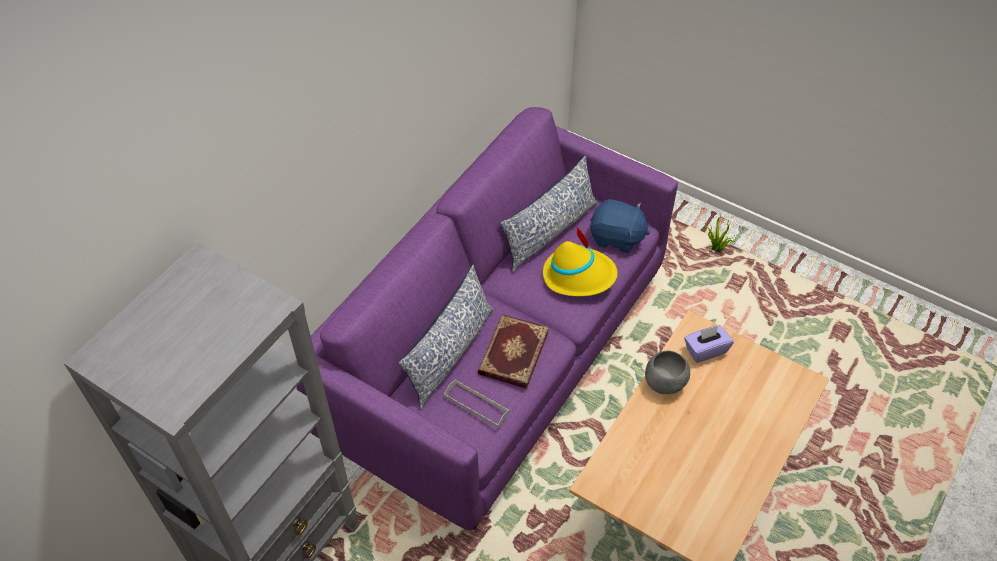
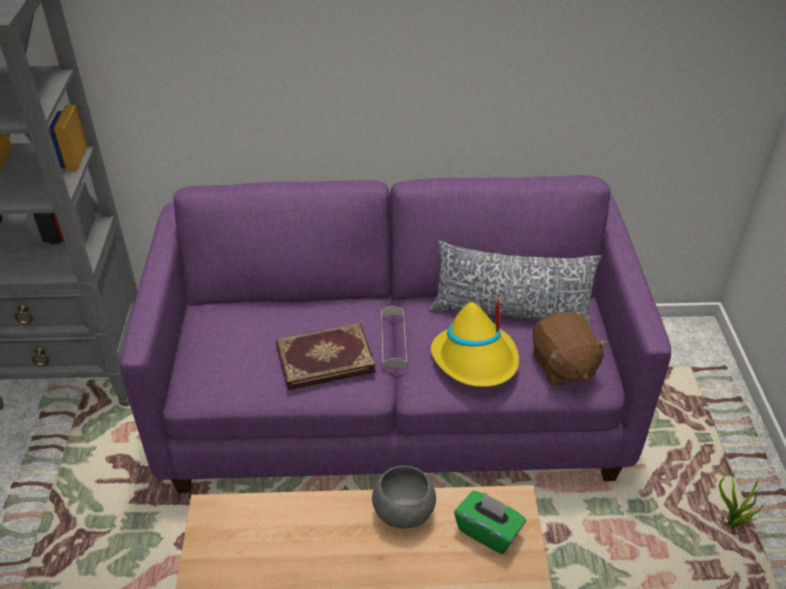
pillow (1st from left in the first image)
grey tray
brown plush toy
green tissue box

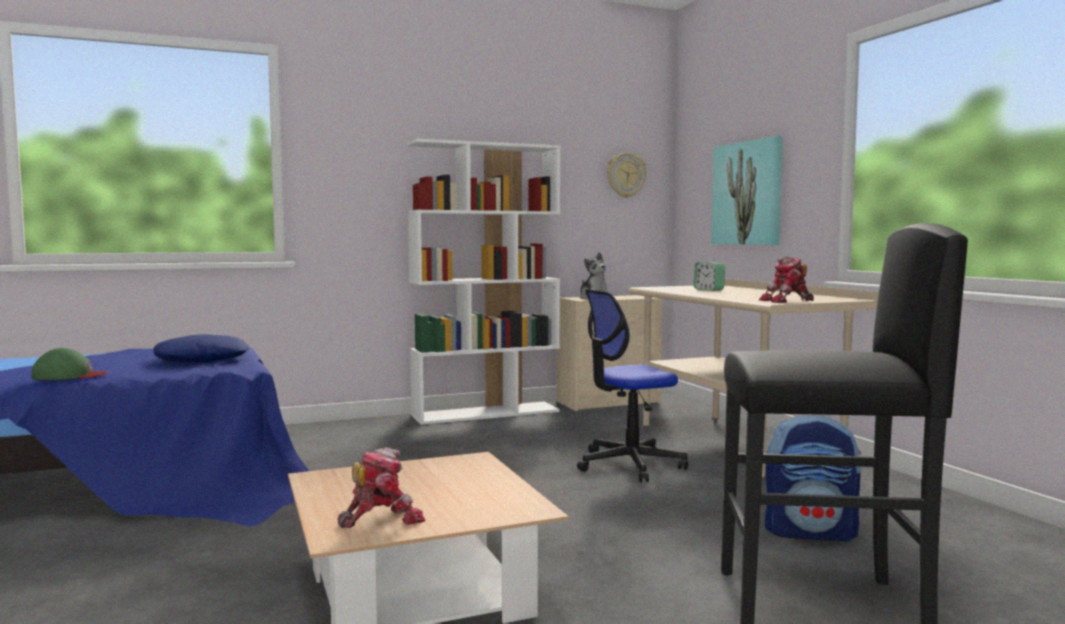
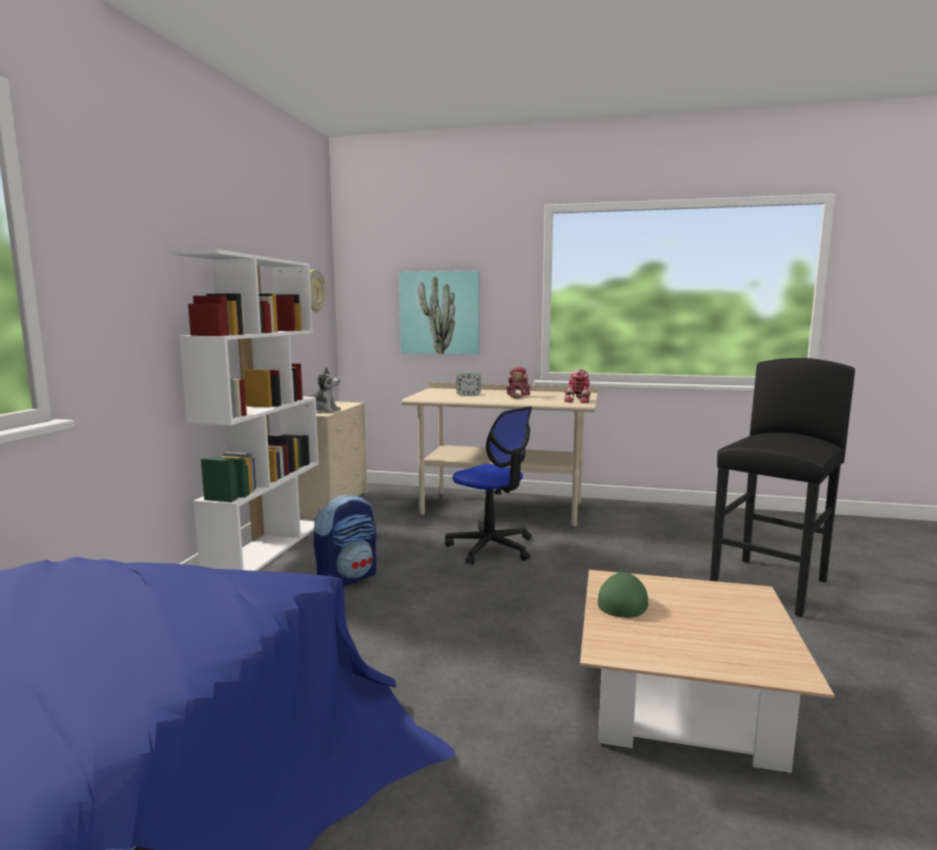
blue pillow
green cap
toy robot (1st from left)
backpack
office chair

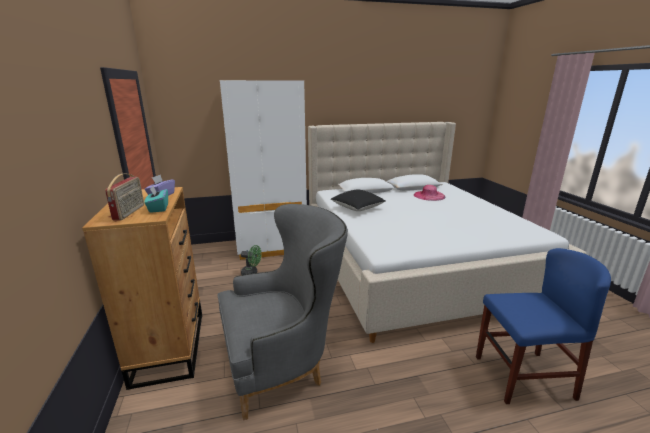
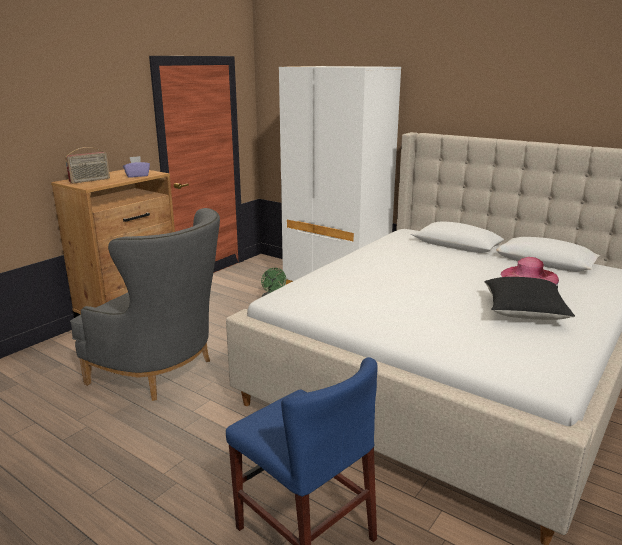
turquoise tissue box
black pillow

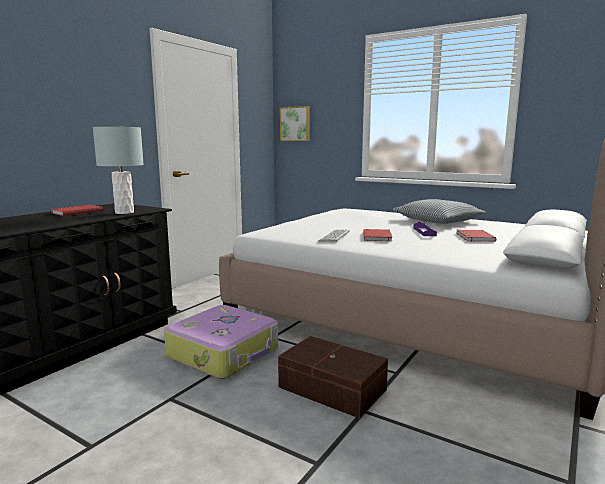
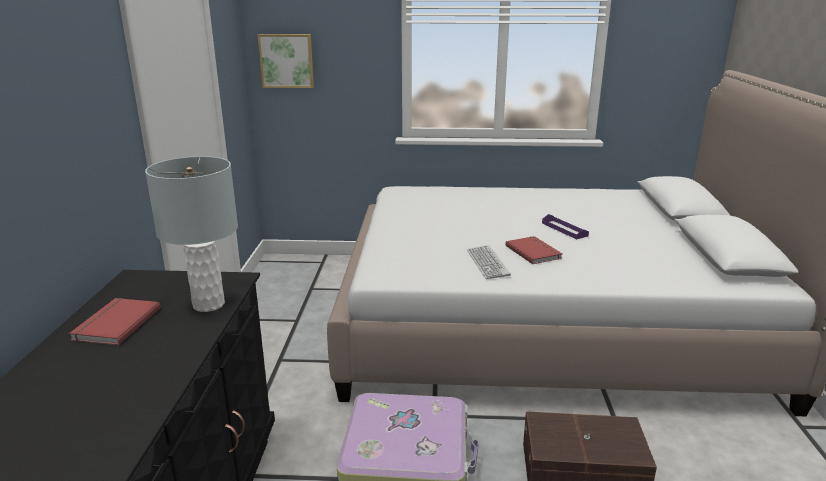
pillow
red book (3rd from left in the first image)

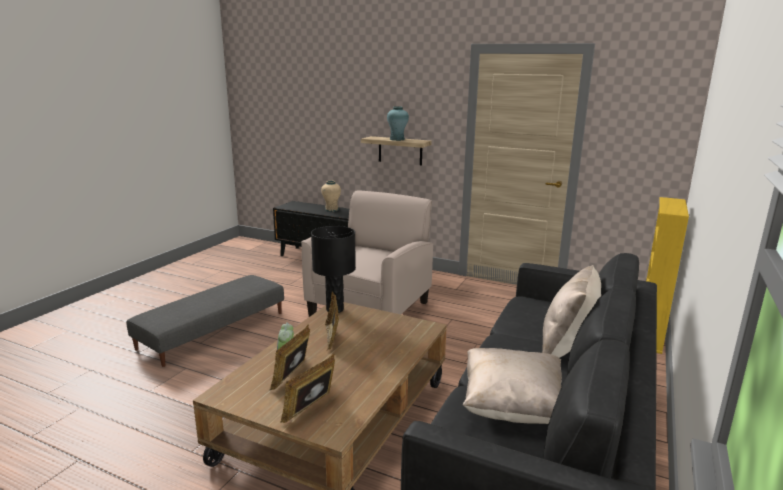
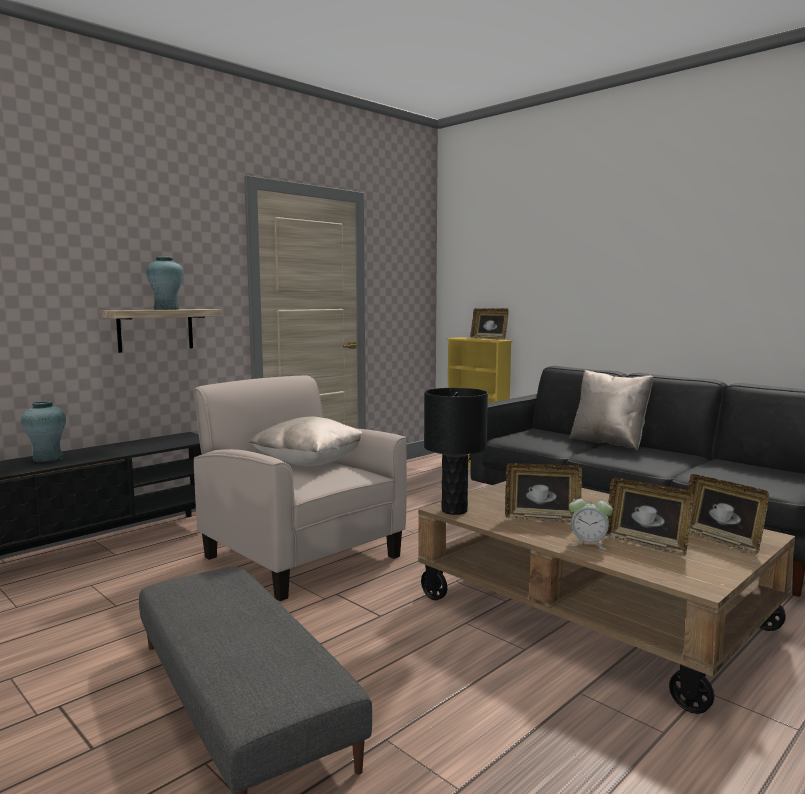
picture frame (1st from left)
beige pillow (1st from left)
turquoise vase (1st from left)

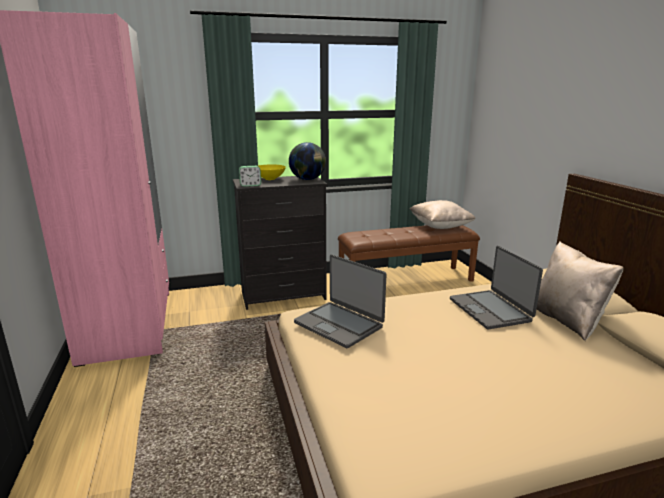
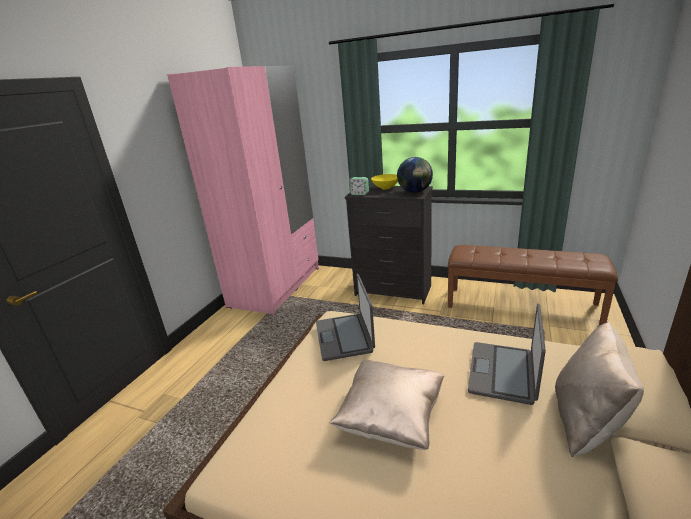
beige pillow (1st from left)

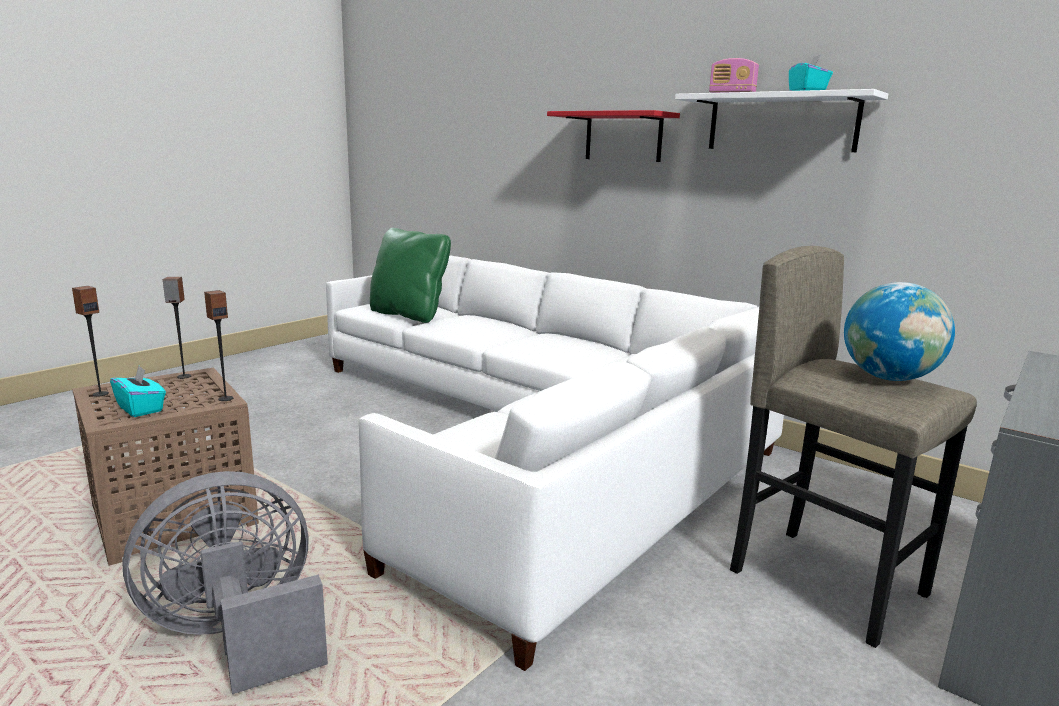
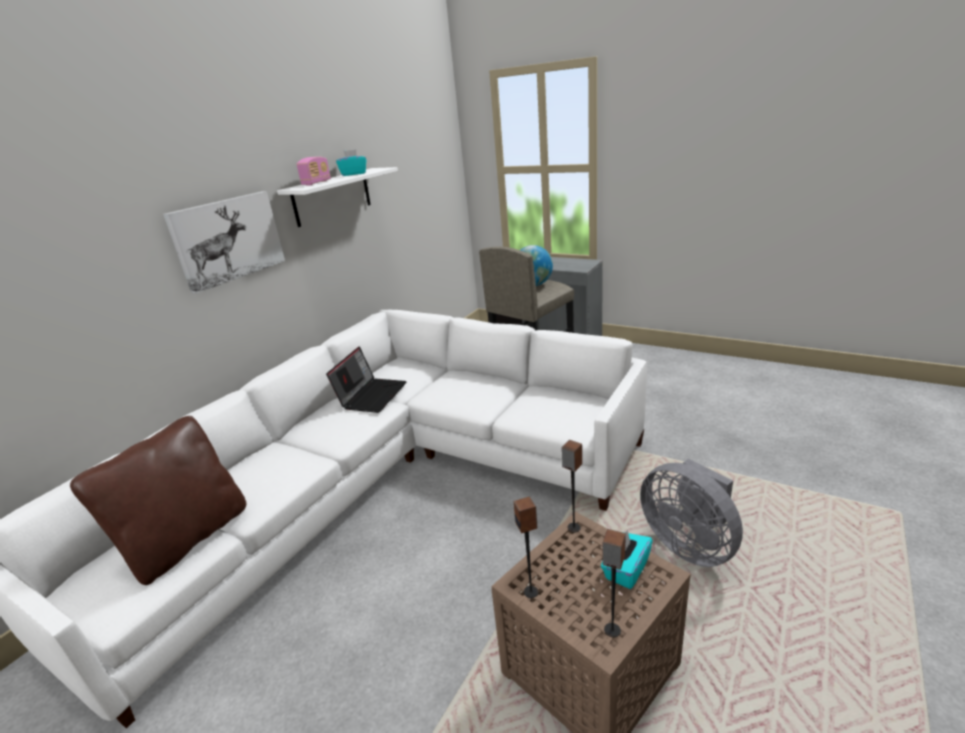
laptop
picture
brown pillow

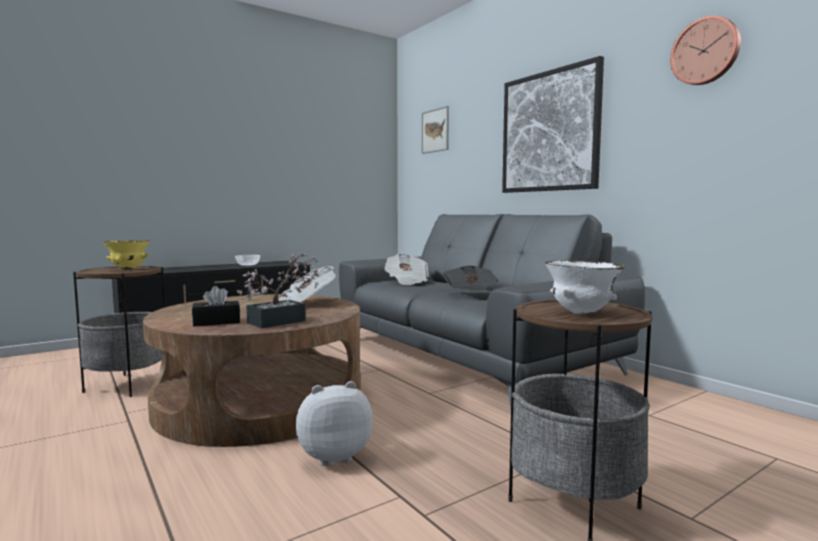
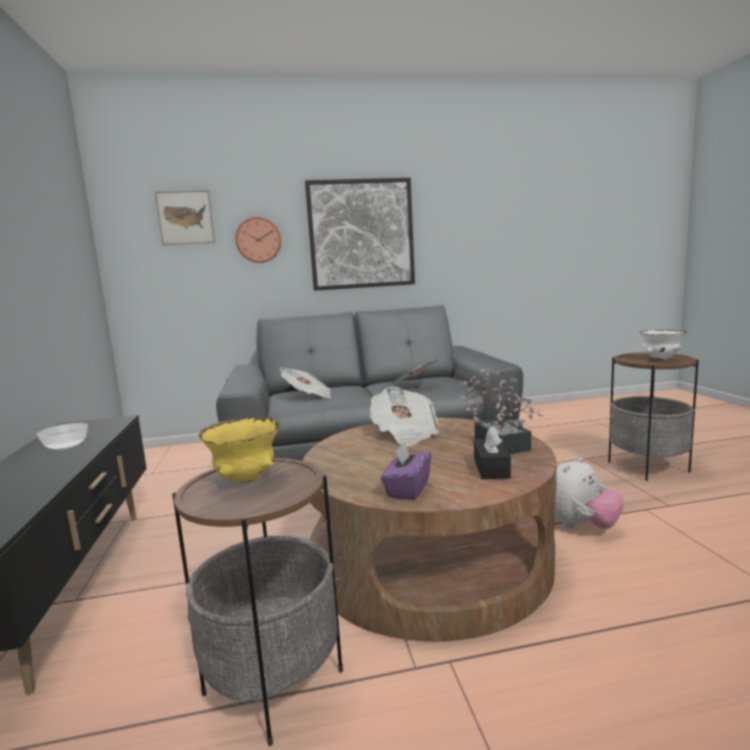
purple tissue box
wall clock
plush toy

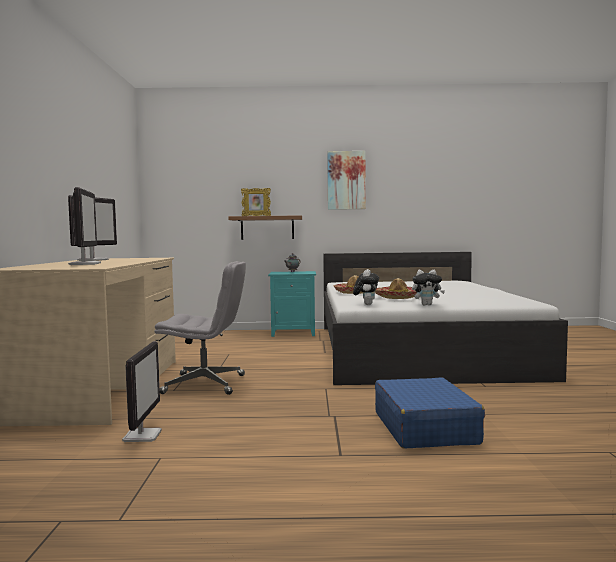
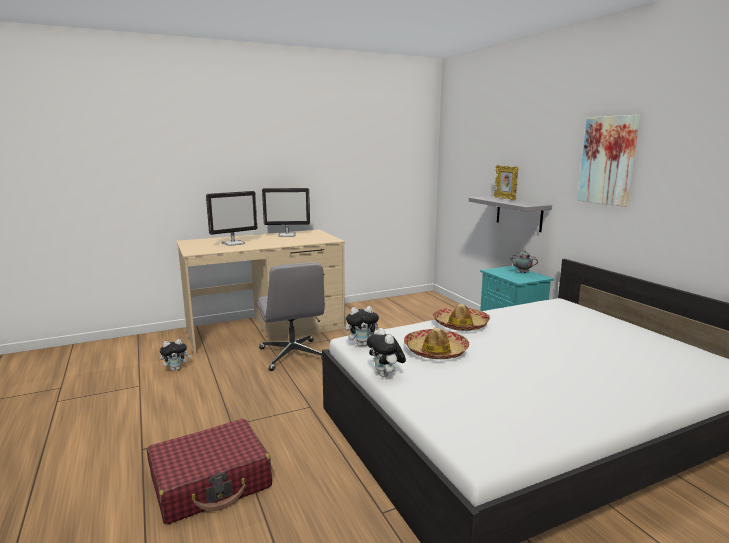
plush toy (1st from left)
grey shelf
red suitcase

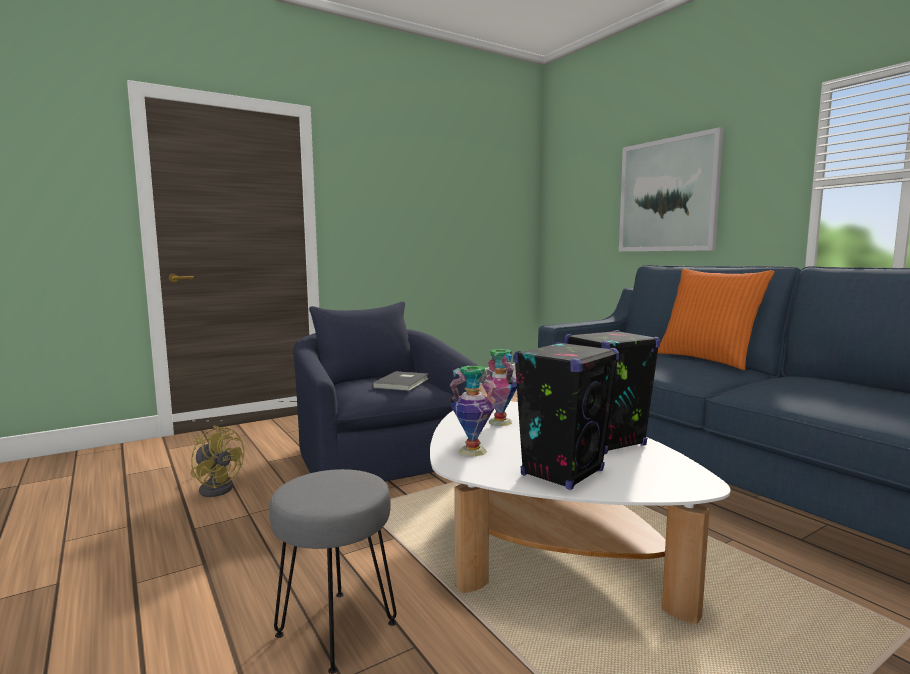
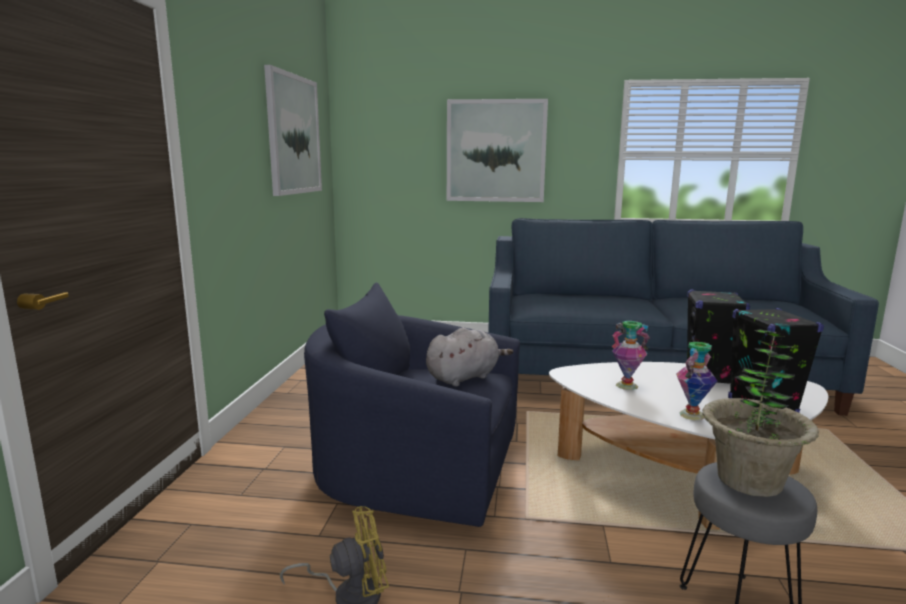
orange pillow
picture (1st from left)
potted plant
grey plush toy

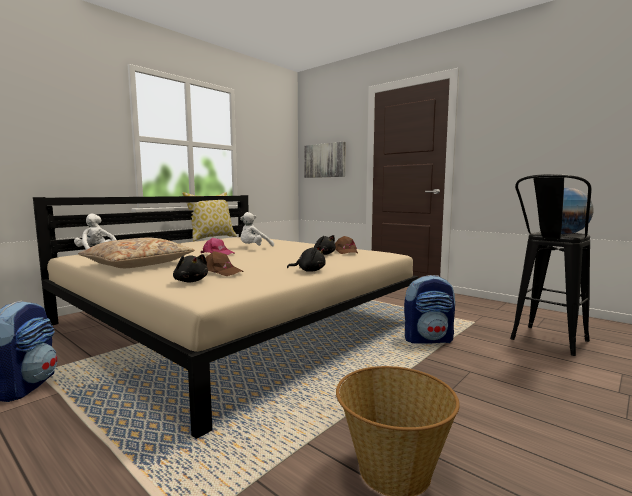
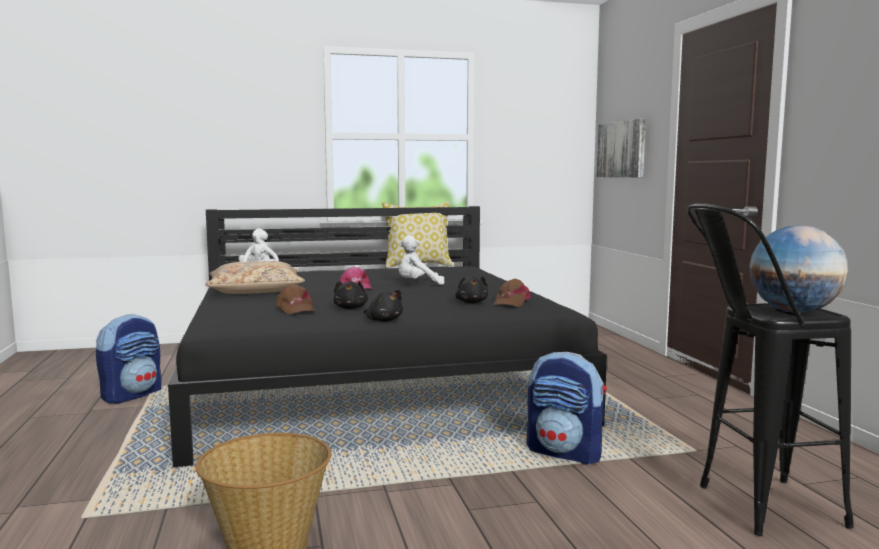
black plush toy (1st from left)
black bed

